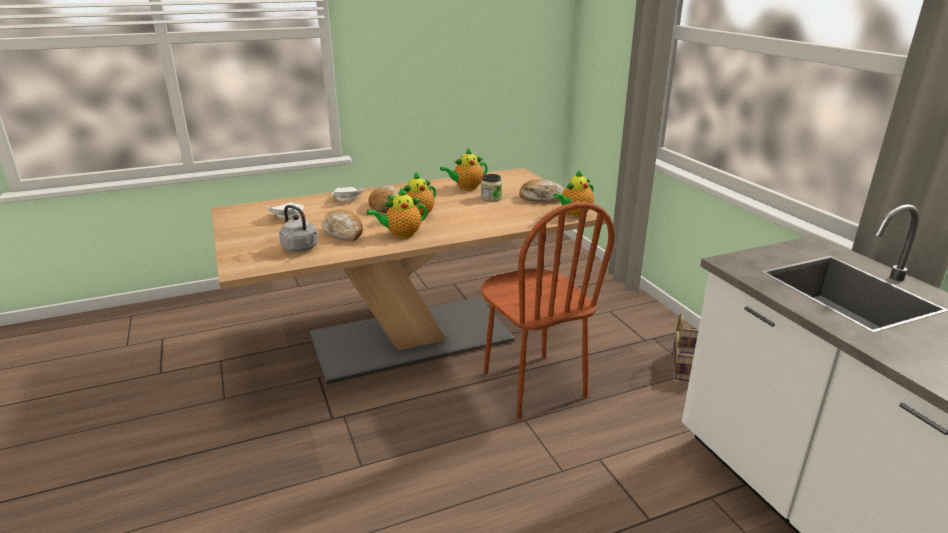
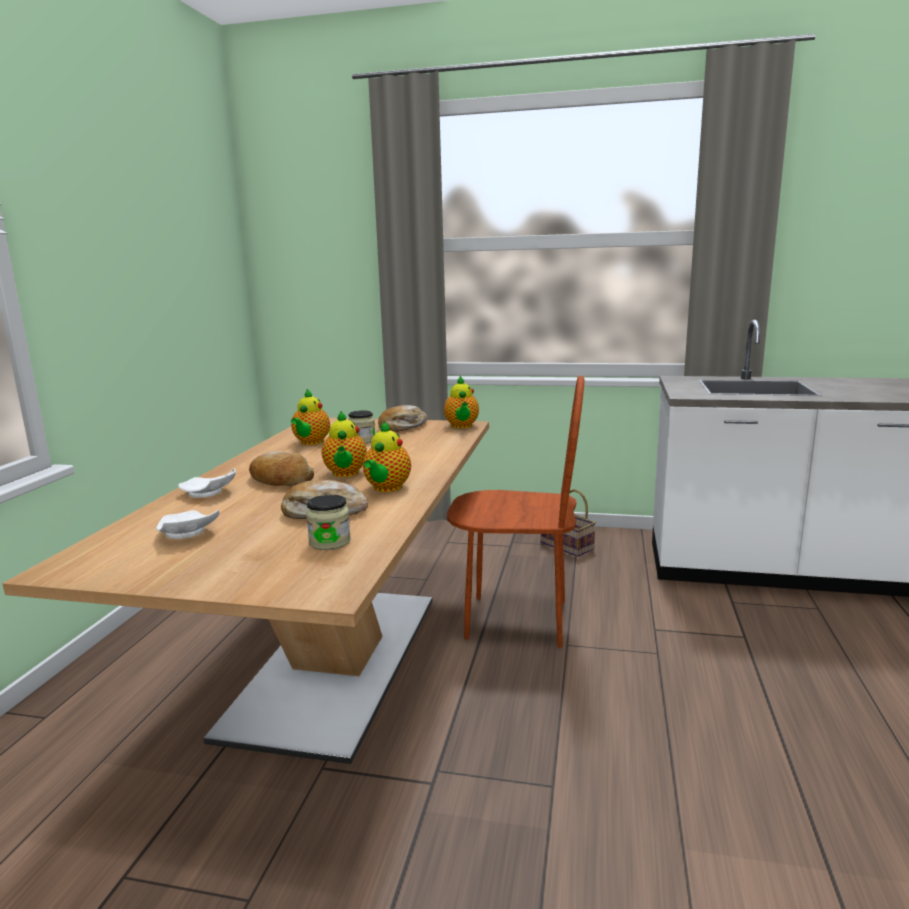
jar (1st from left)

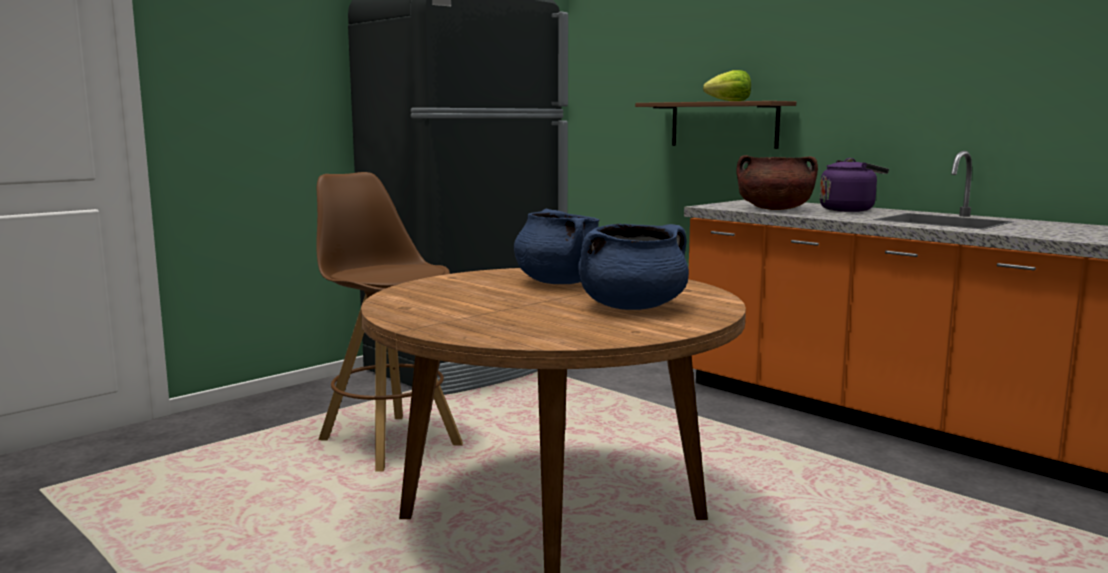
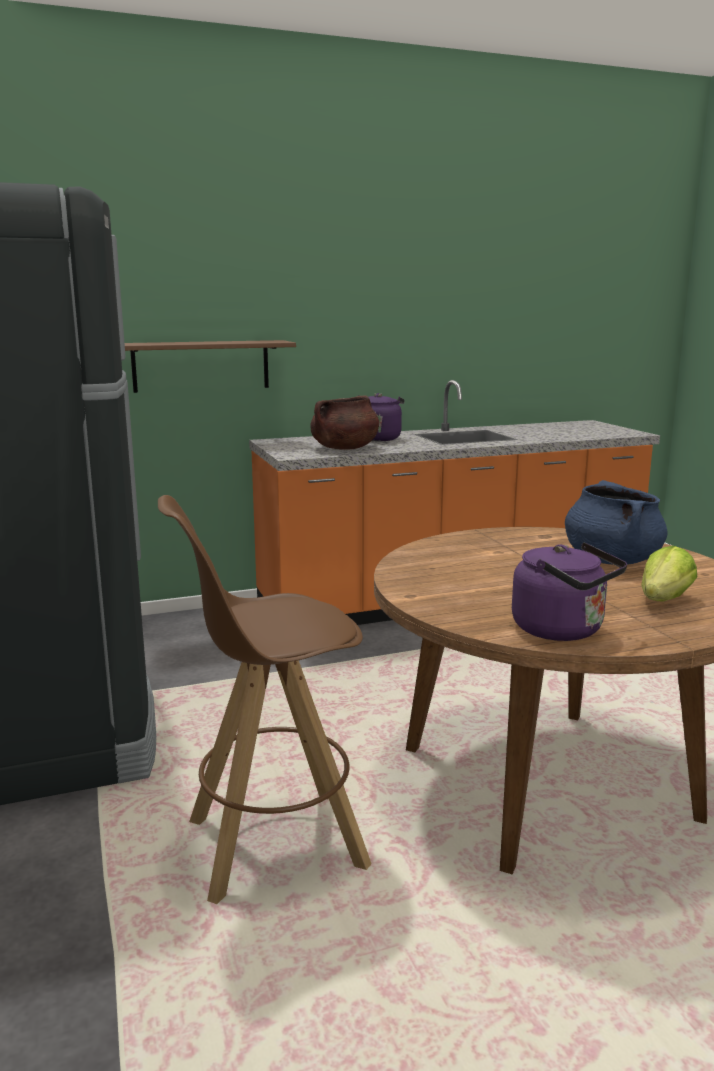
blue cooking pot (1st from left in the first image)
purple kettle (2nd from left)
lettuce

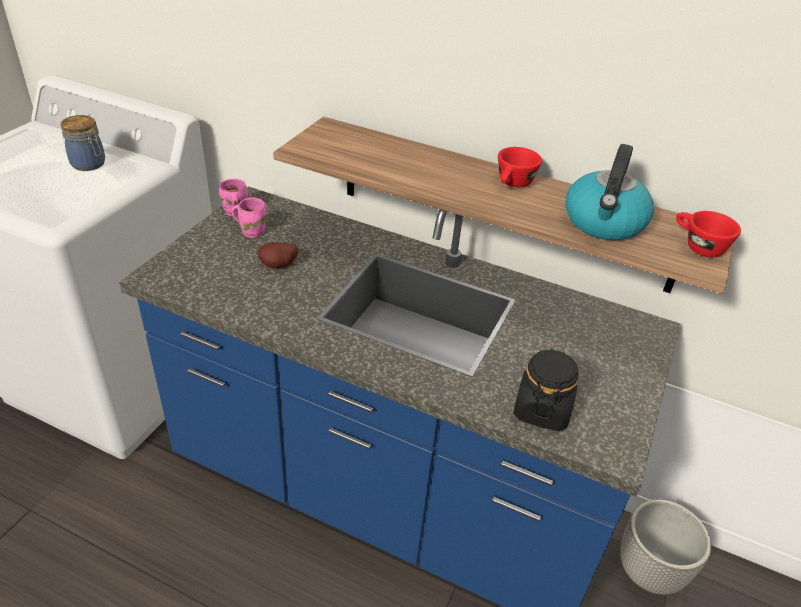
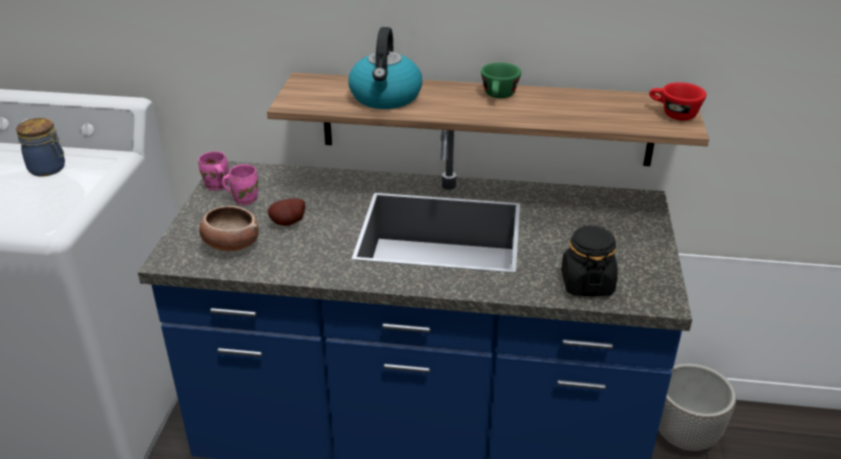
bowl
kettle
green cup

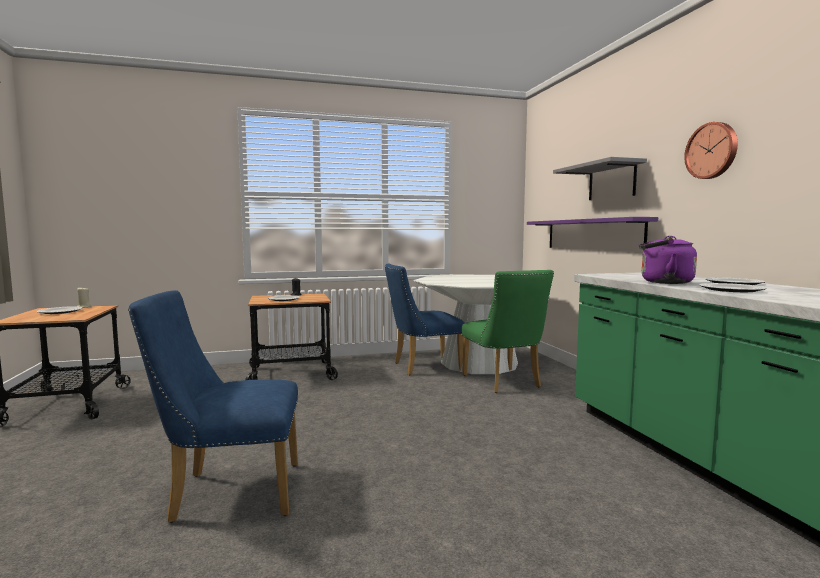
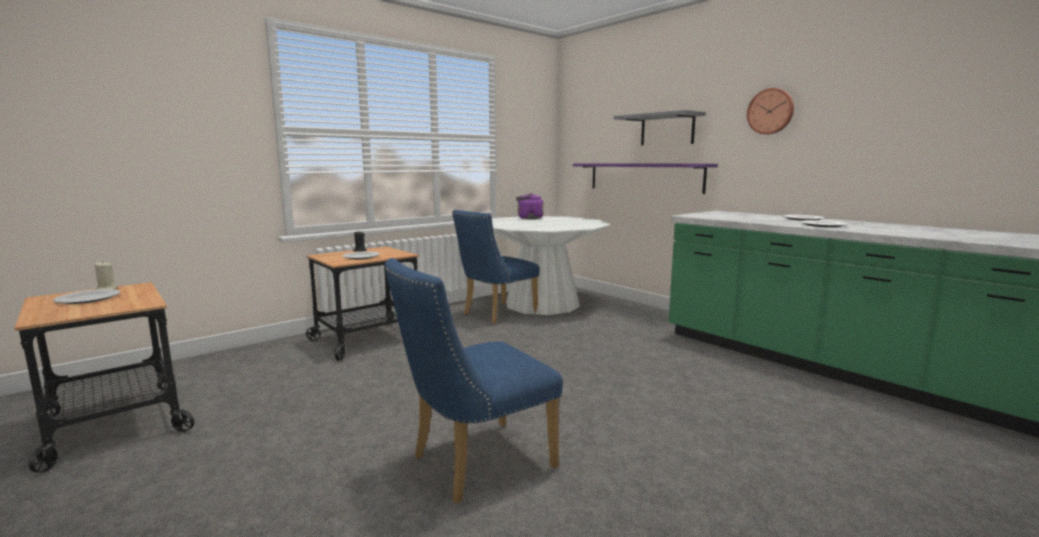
green chair
purple kettle

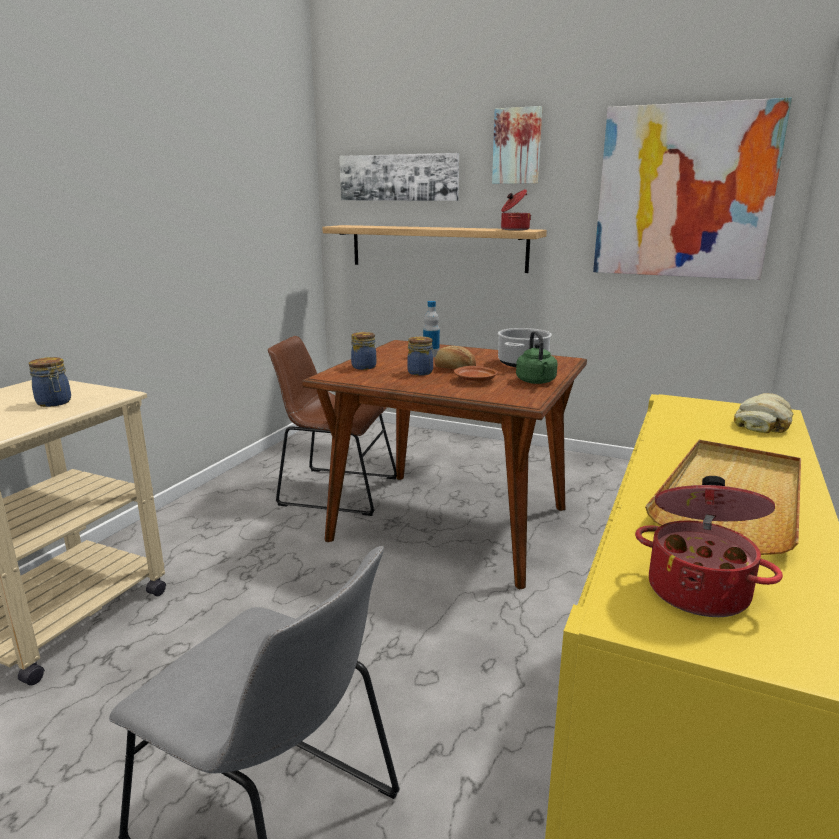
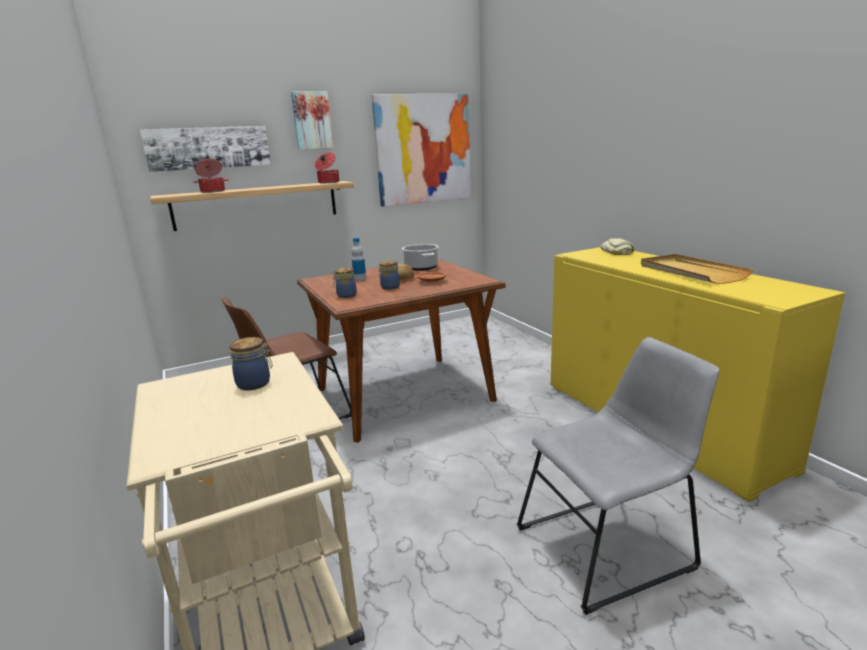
green kettle
cooking pot (1st from left)

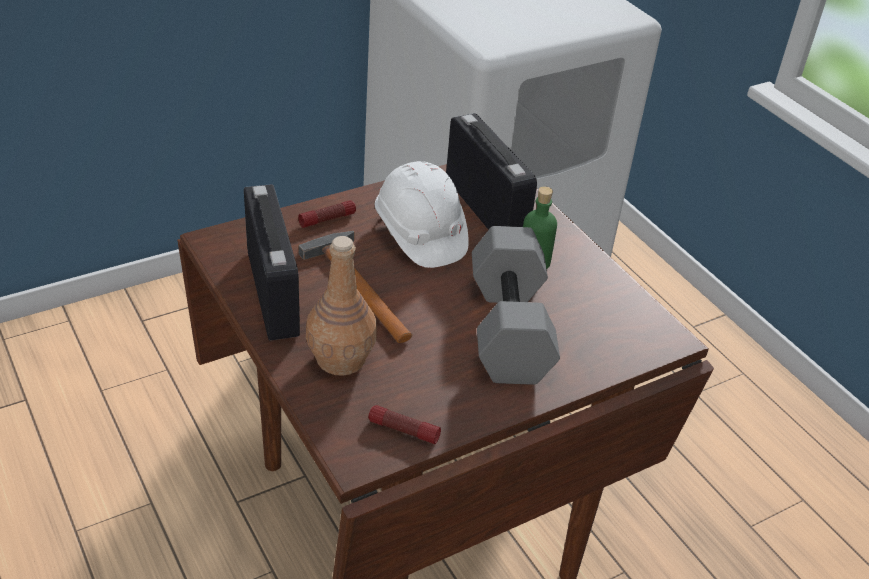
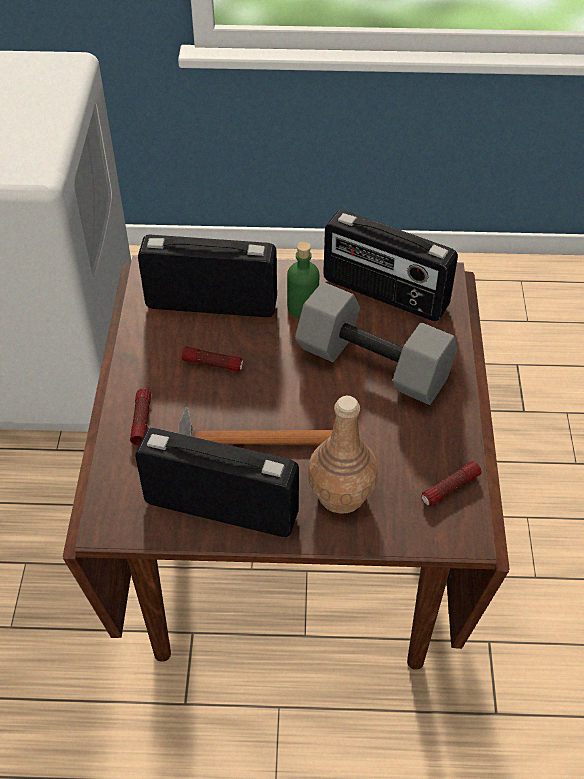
radio (3rd from left)
flashlight (2nd from left)

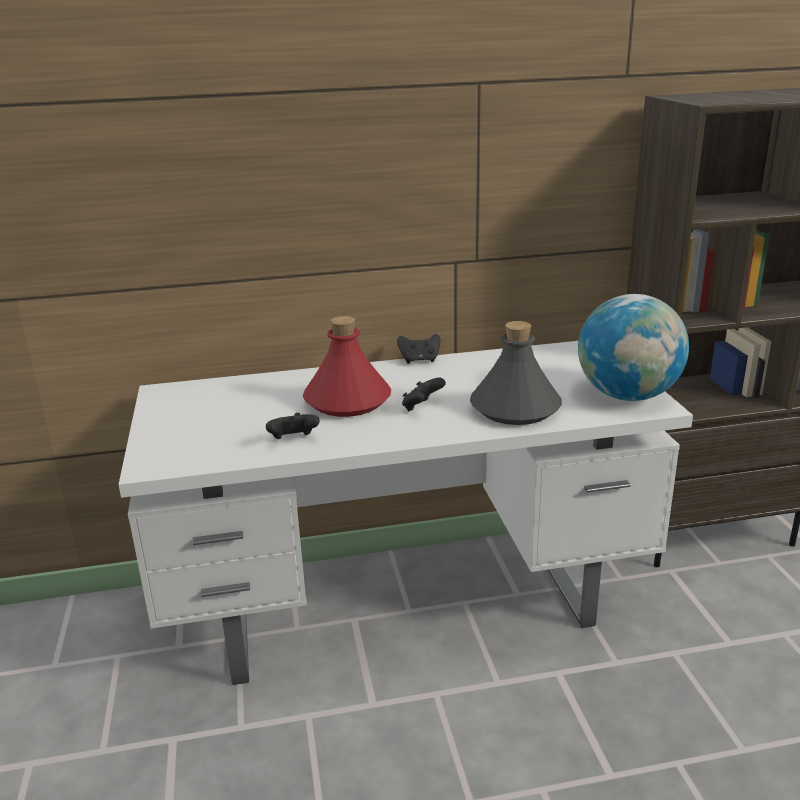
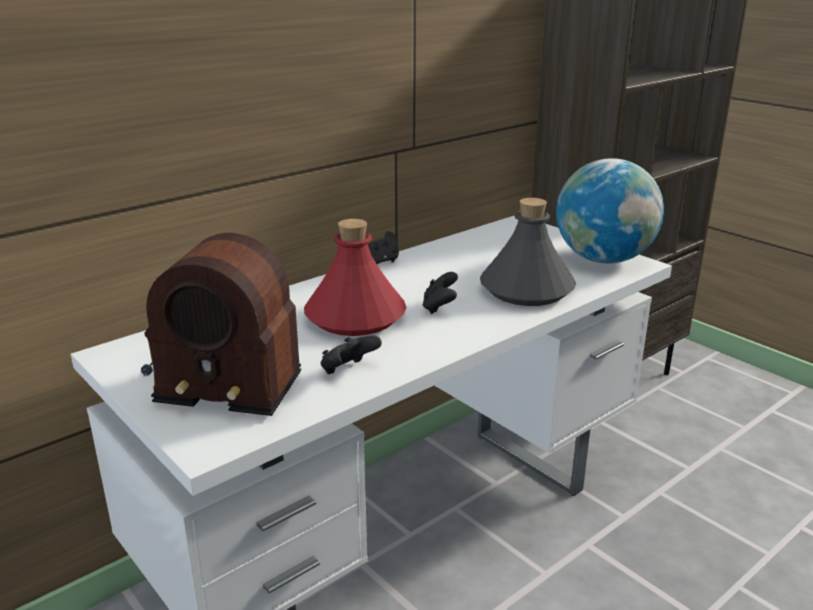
radio

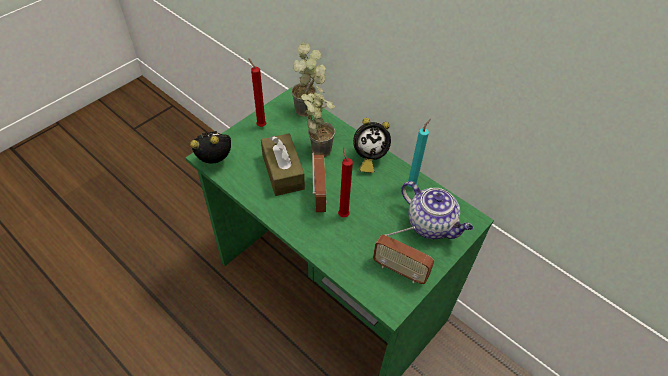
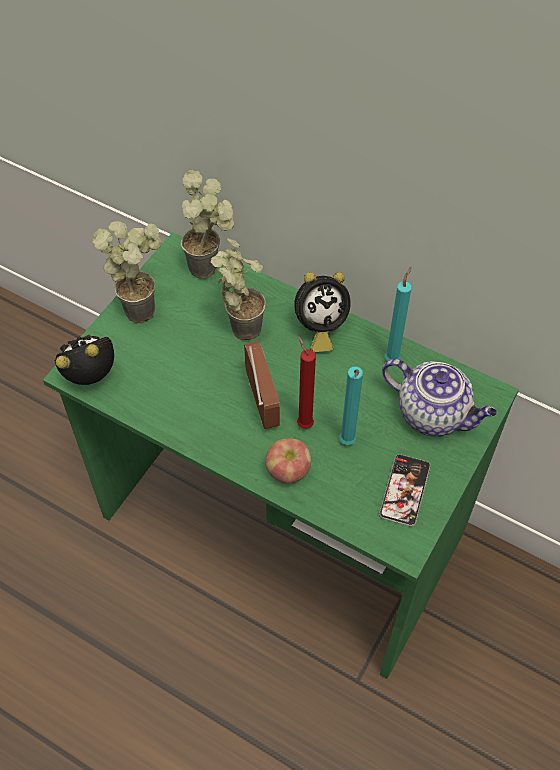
brown tissue box
apple
turquoise candle (1st from left)
potted plant (1st from left)
phone

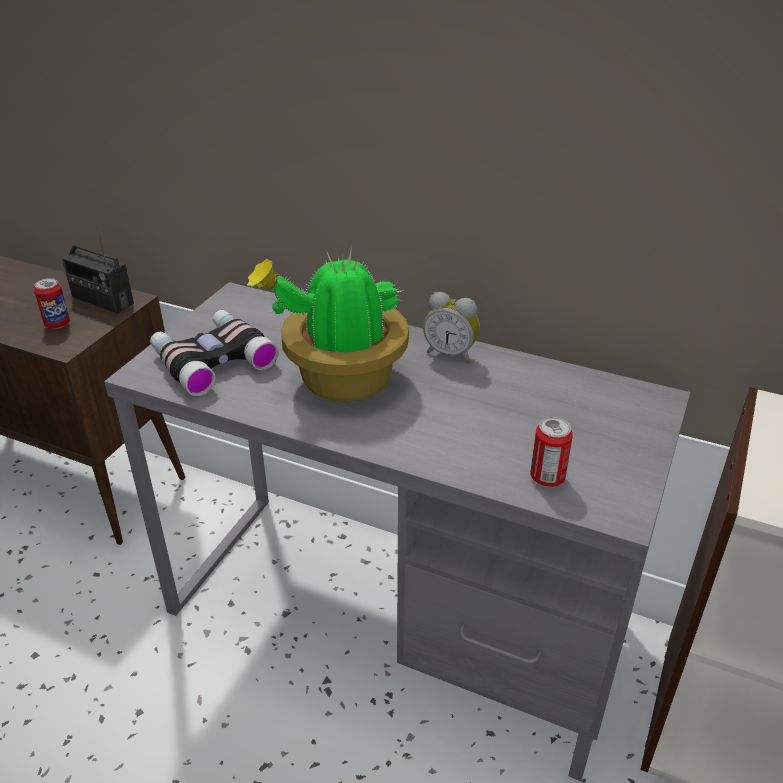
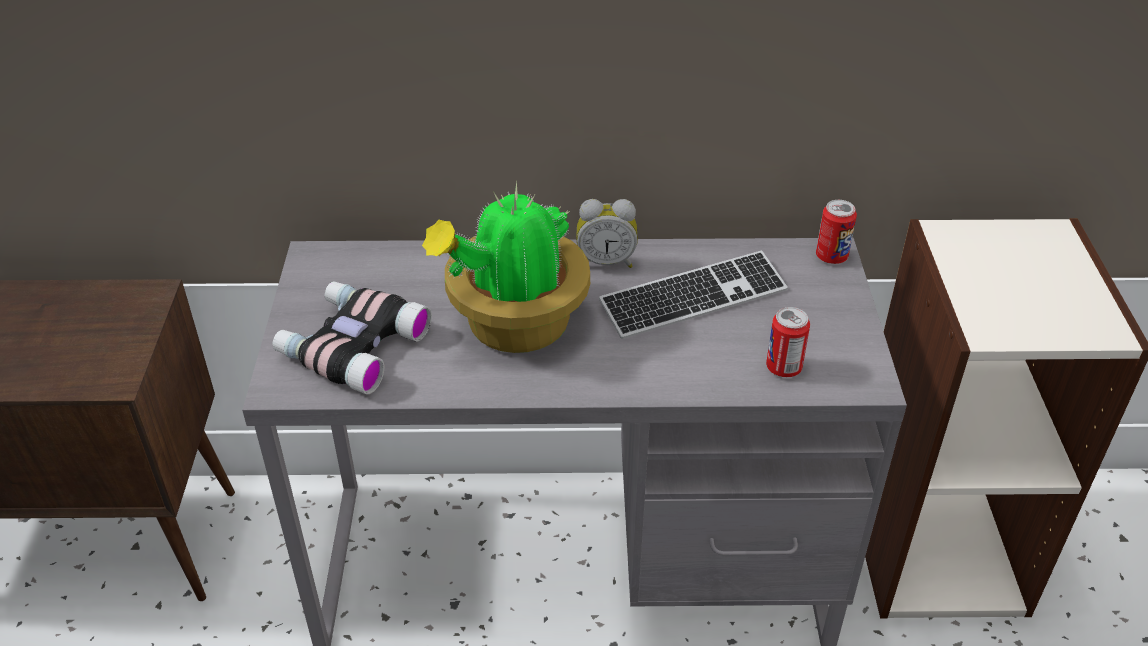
radio
keyboard
can (2nd from left)

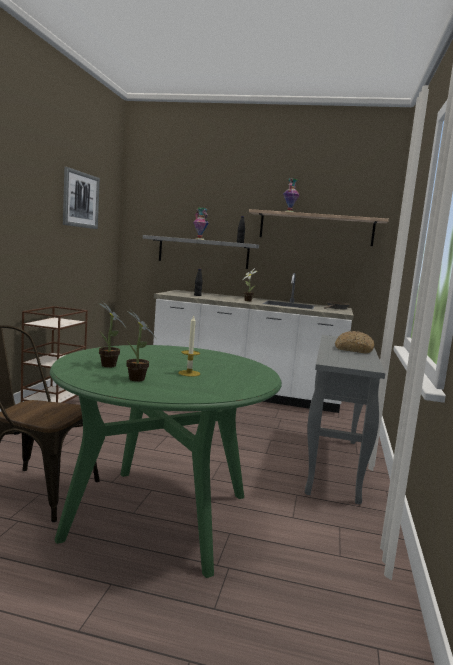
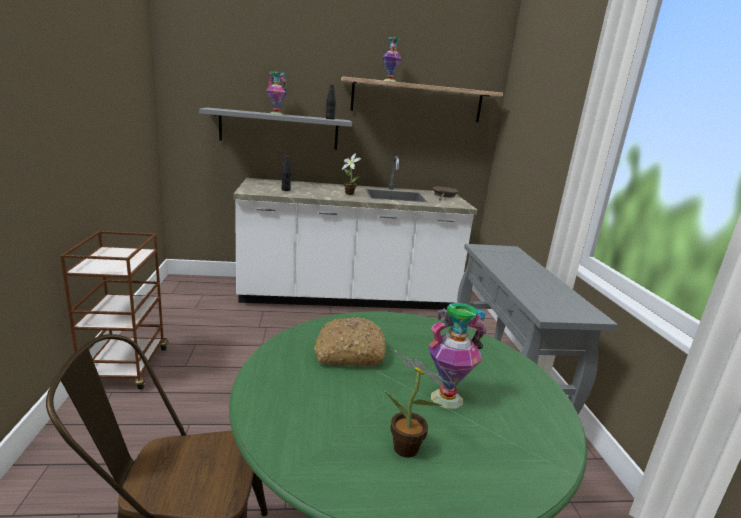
picture
potted plant (1st from left in the first image)
bread
vase (3rd from left)

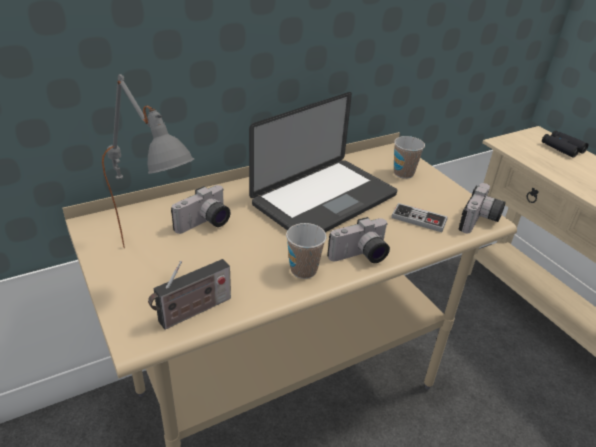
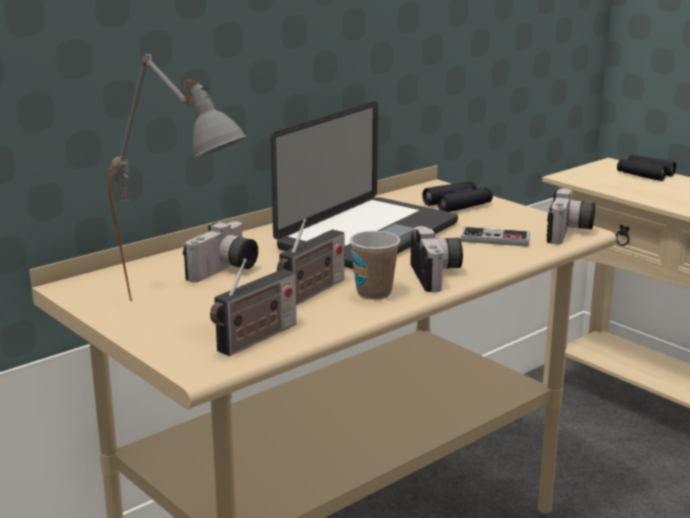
radio (2nd from left)
black binoculars (1st from left)
photo camera (2nd from left)

